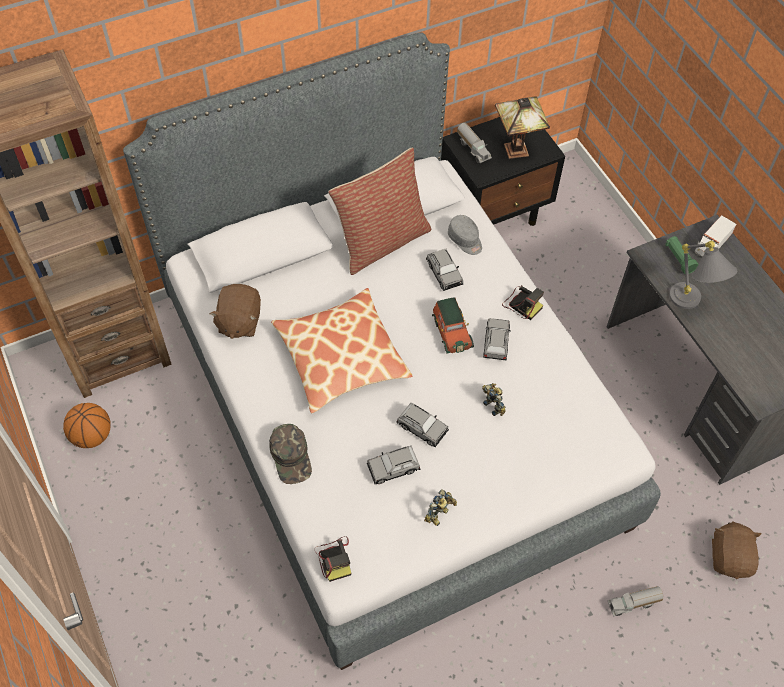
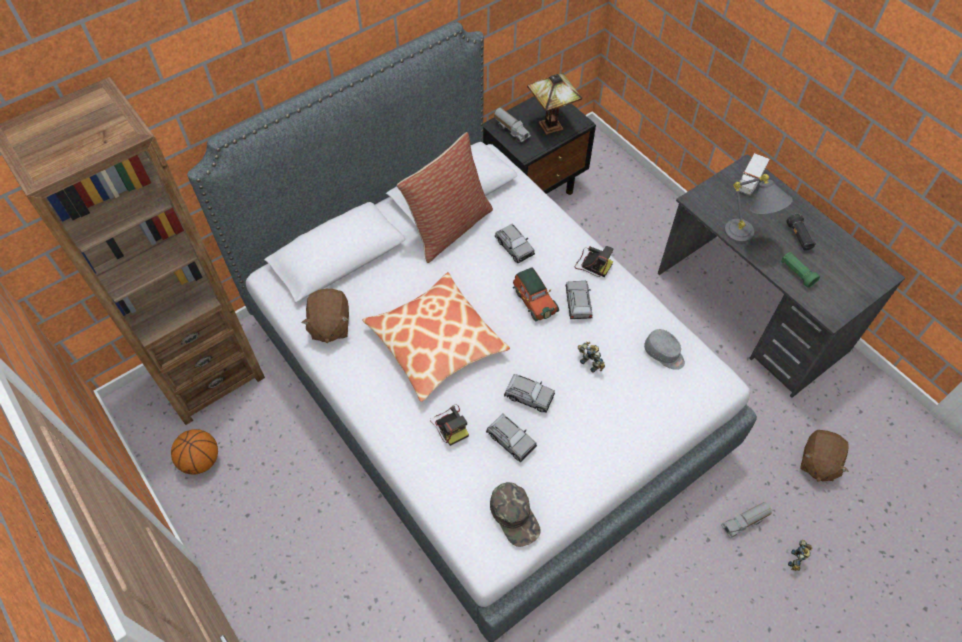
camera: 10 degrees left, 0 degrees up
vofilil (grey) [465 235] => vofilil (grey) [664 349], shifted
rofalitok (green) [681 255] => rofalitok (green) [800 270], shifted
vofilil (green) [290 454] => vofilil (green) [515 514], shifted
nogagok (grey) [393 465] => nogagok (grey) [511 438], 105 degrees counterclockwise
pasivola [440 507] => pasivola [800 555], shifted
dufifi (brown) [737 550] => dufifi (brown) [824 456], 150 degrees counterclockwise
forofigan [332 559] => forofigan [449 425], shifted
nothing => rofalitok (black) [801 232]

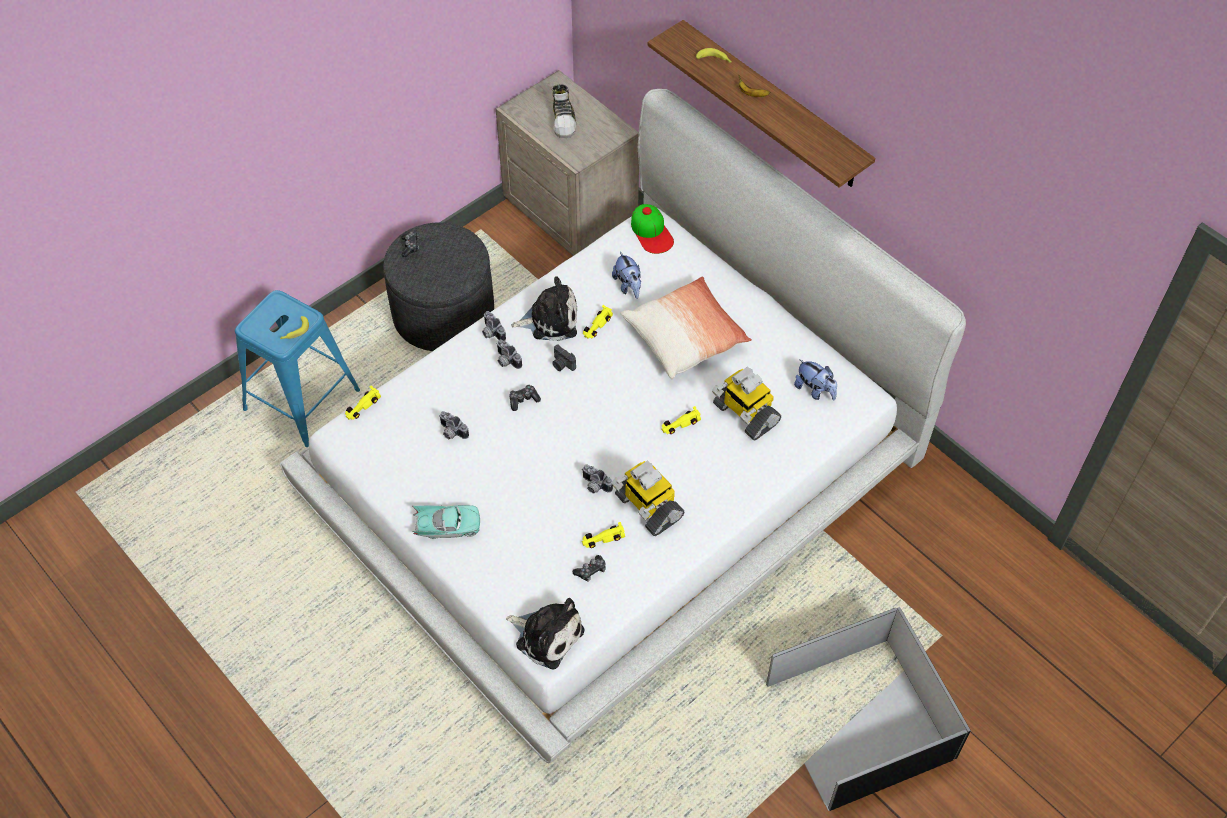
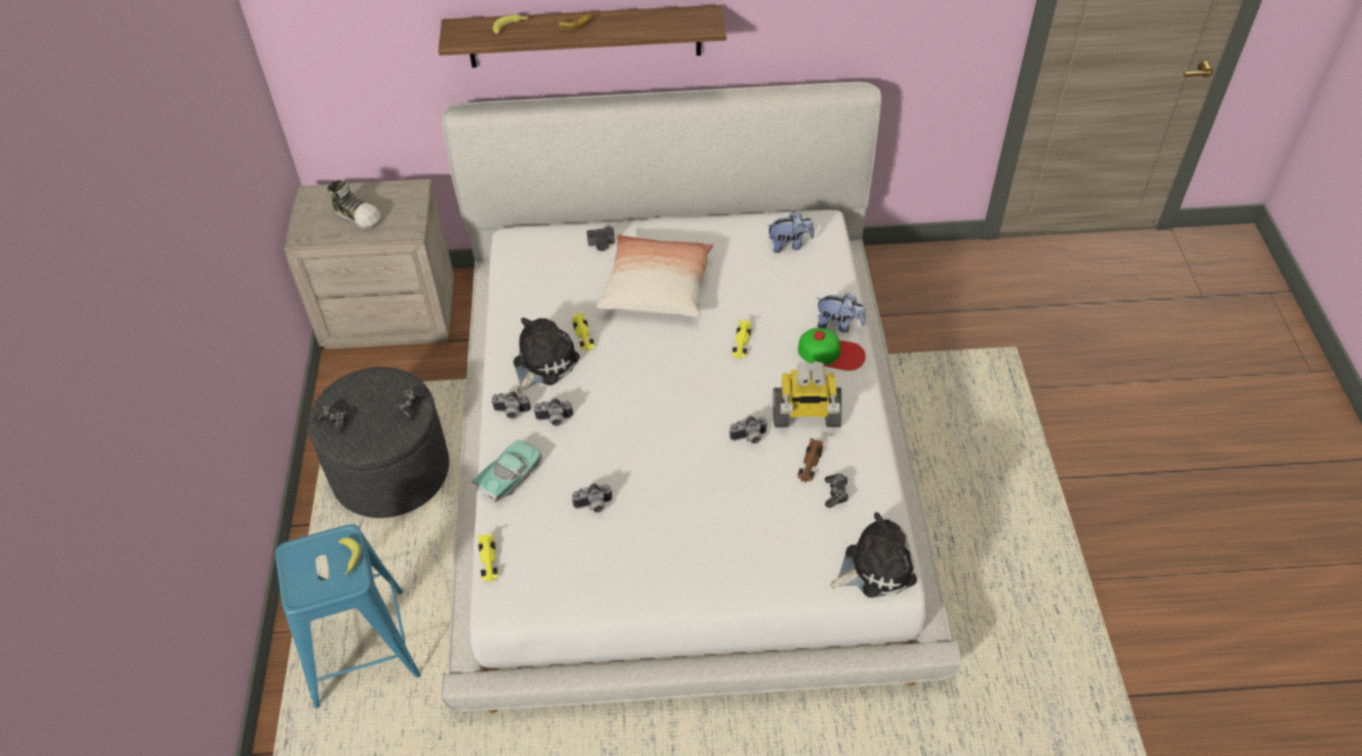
camera: 50 degrees left, 5 degrees down
vofilil [652 229] => vofilil [832 349], shifted
dufifi [626 275] => dufifi [841 313], shifted
forofigan [564 358] => forofigan [601 238], shifted
pasivola [746 403] => nothing
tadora [525 398] => tadora [410 404], shifted
nogagok (turquoise) [446 522] => nogagok (turquoise) [506 471], shifted
nogagok (yellow) [603 535] => nogagok (brown) [810 460]
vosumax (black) [868 709] => nothing

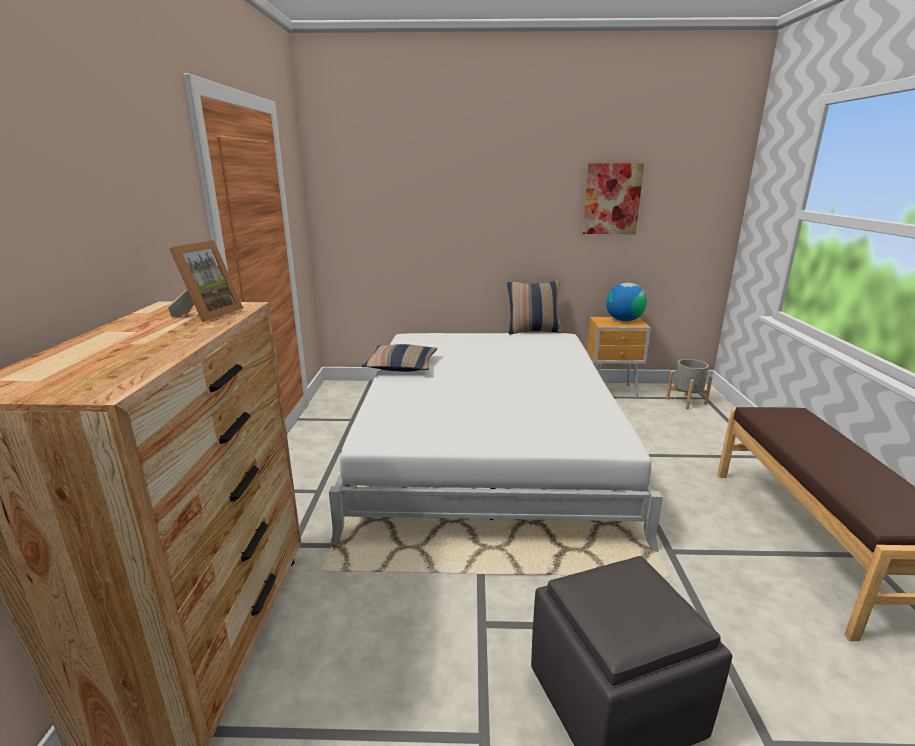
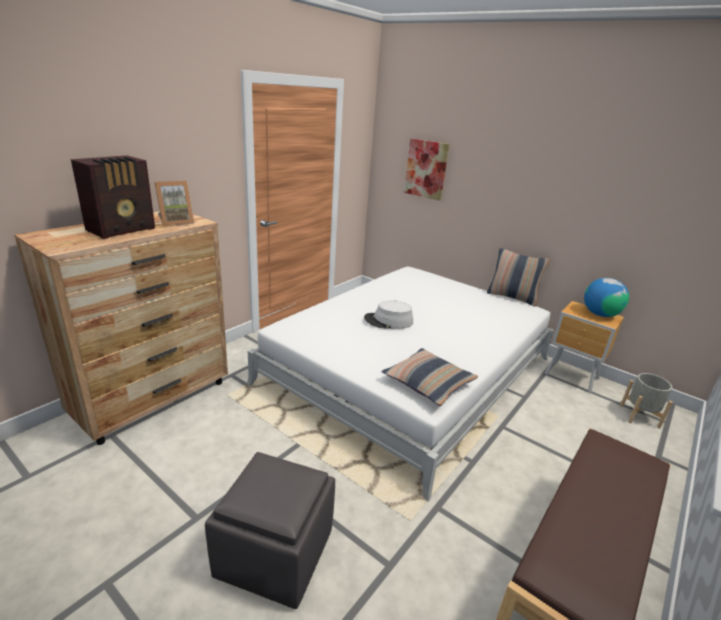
camera: 35 degrees right, 5 degrees up
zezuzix [613 198] => zezuzix [427 170], shifted
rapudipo [399 358] => rapudipo [430 377], shifted
nothing => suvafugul [113 197]
nothing => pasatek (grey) [388 314]

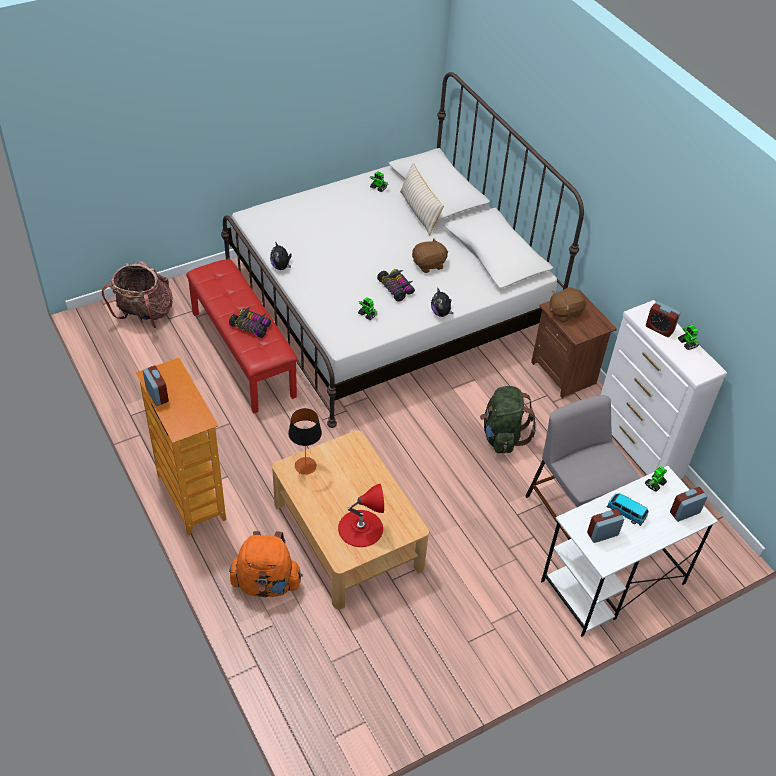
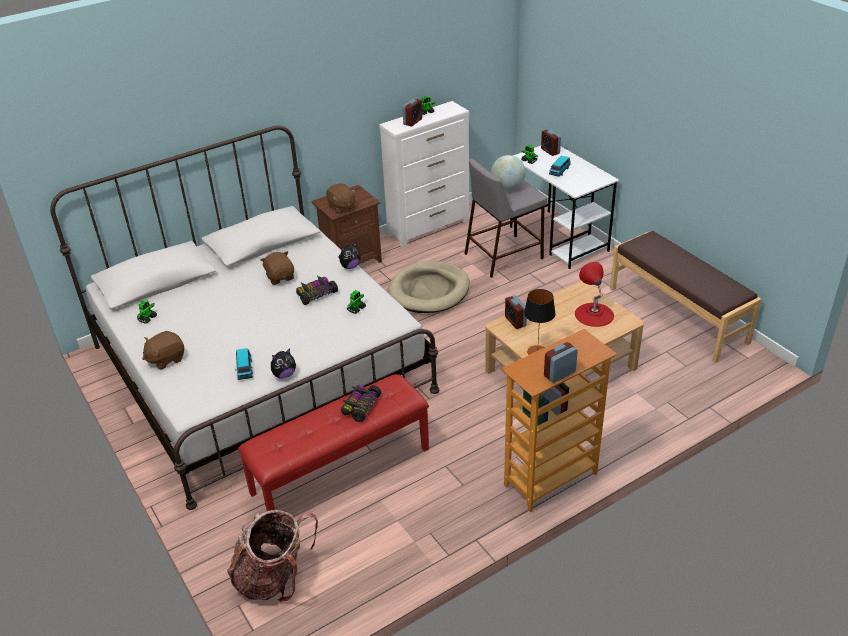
camera: 90 degrees left, 10 degrees down
rapudipo (beige) [422 199] => nothing
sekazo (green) [508 420] => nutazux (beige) [429 287]
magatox [605 526] => magatox [516 312], shifted
sekazo (orange) [266 564] => nothing
nothing => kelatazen [508 172]
nothing => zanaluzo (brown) [685 297]
nothing => dufifi (brown) [163 350]
nothing => nogagok [244 364]

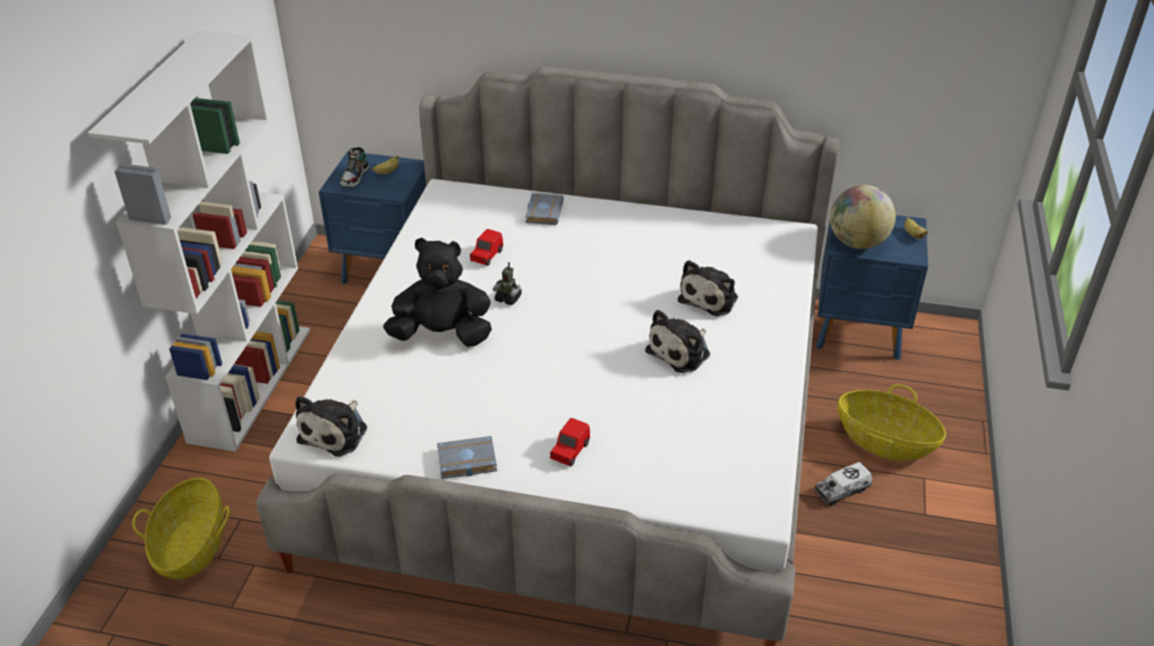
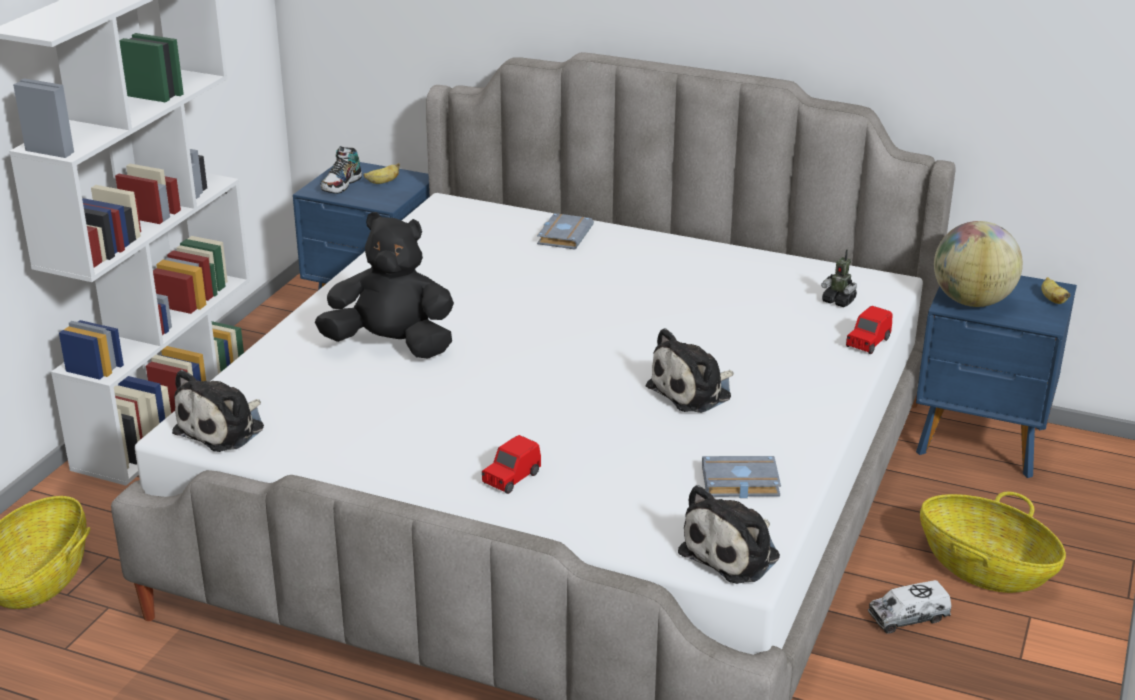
camera: 10 degrees right, 10 degrees down
nogagok (red) [486 247] => nogagok (red) [869 330], shifted
dufifi [708 288] => dufifi [729 534], shifted
pasivola [507 283] => pasivola [839 278], shifted
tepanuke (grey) [467 457] => tepanuke (grey) [741 477], shifted

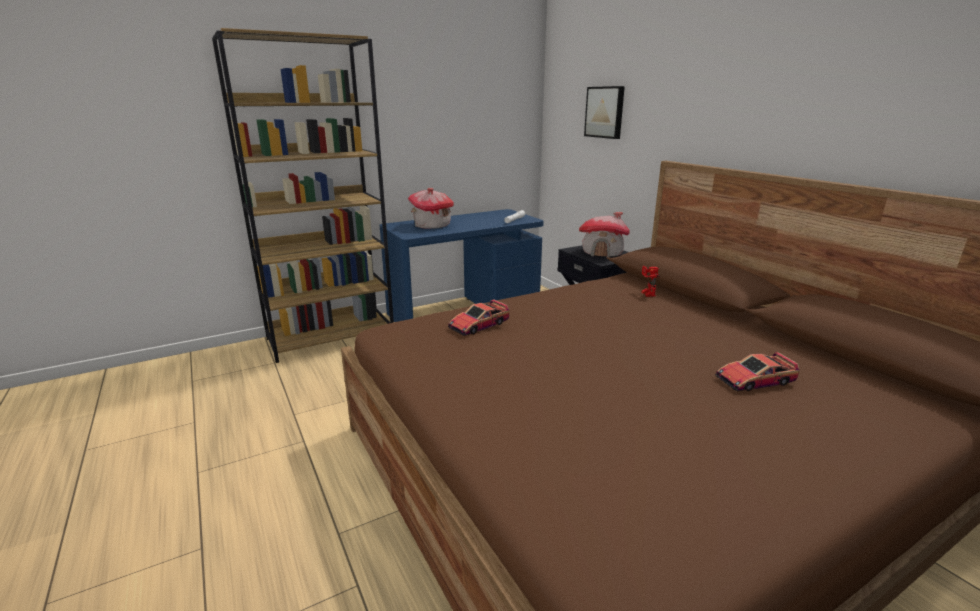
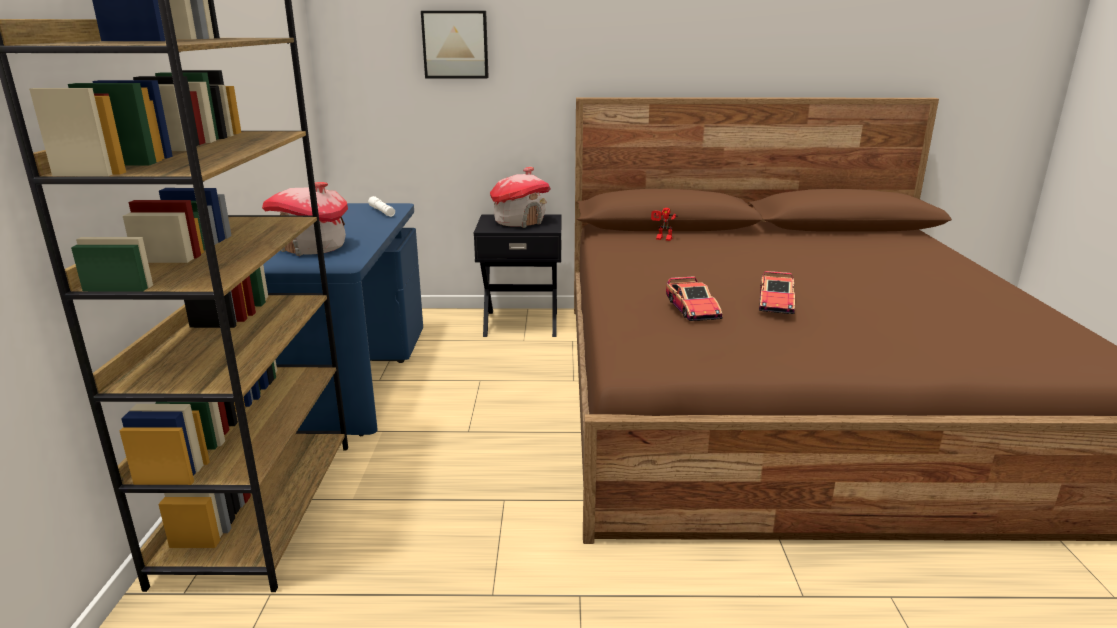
camera: 60 degrees left, 0 degrees up
nogagok [757 371] => nogagok [777 292], shifted

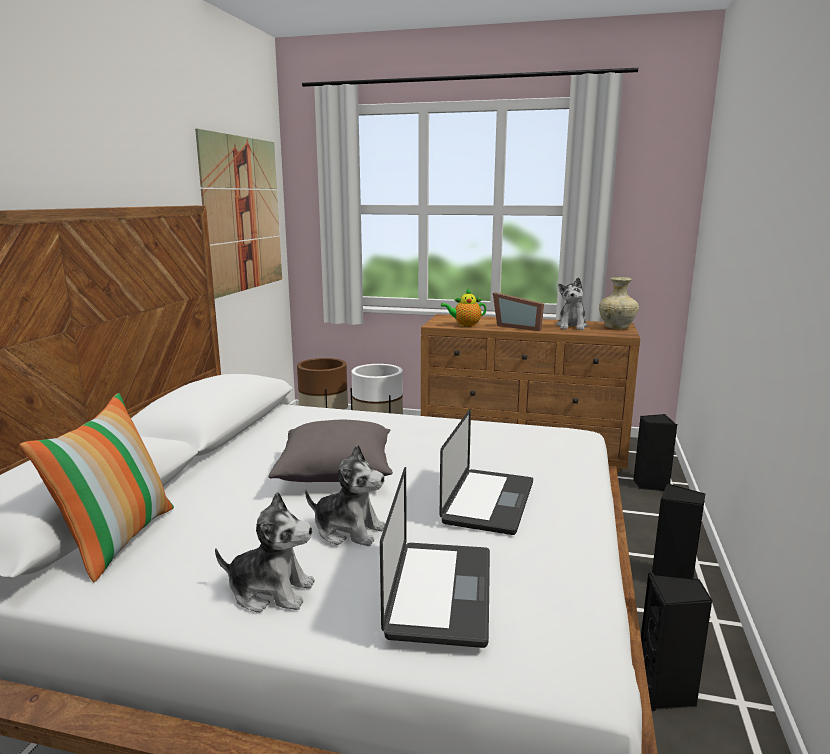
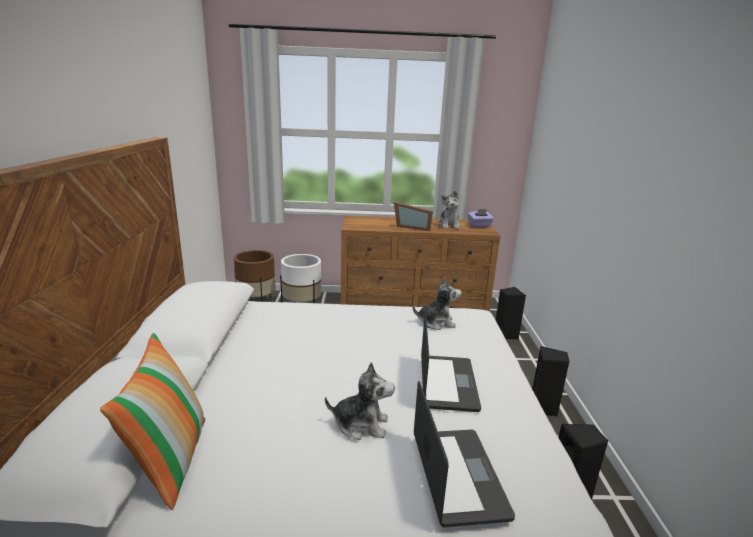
camera: 15 degrees left, 5 degrees up
zezuzix [238 214] => nothing
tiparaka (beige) [619 303] => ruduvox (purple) [481 218]
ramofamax [464 308] => nothing
rapudipo (grey) [330 451] => nothing
dufifi [265 552] => dufifi [437 303], shifted

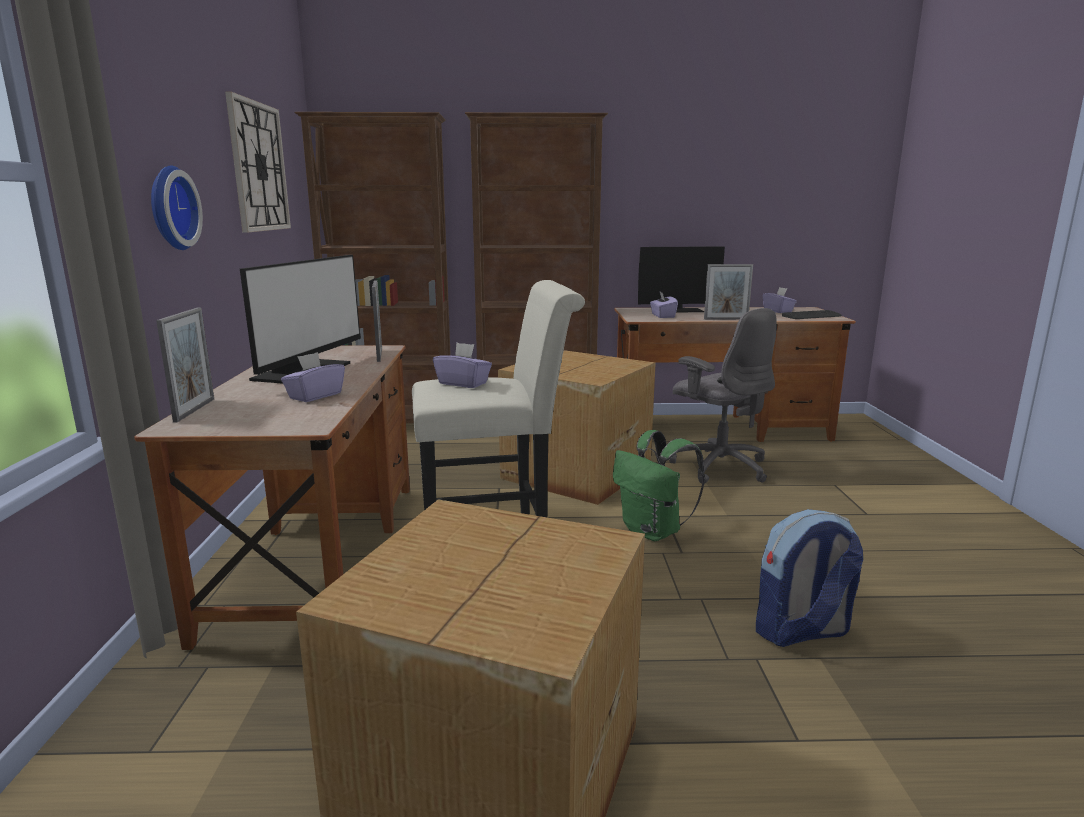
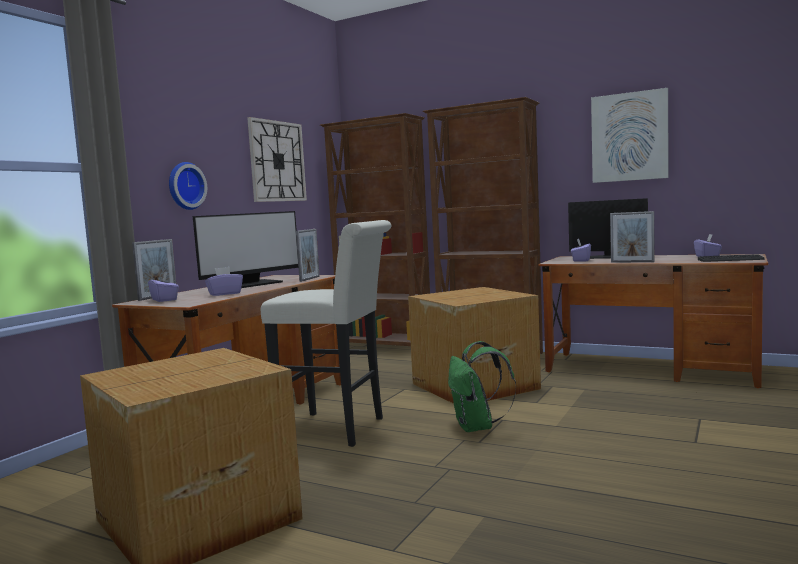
camera: 30 degrees right, 10 degrees down
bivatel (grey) [722 396] => nothing
ruduvox (purple) [462 365] => ruduvox (purple) [163 287], shifted
sekazo [809 578] => nothing
nothing => zezuzix [630 135]

